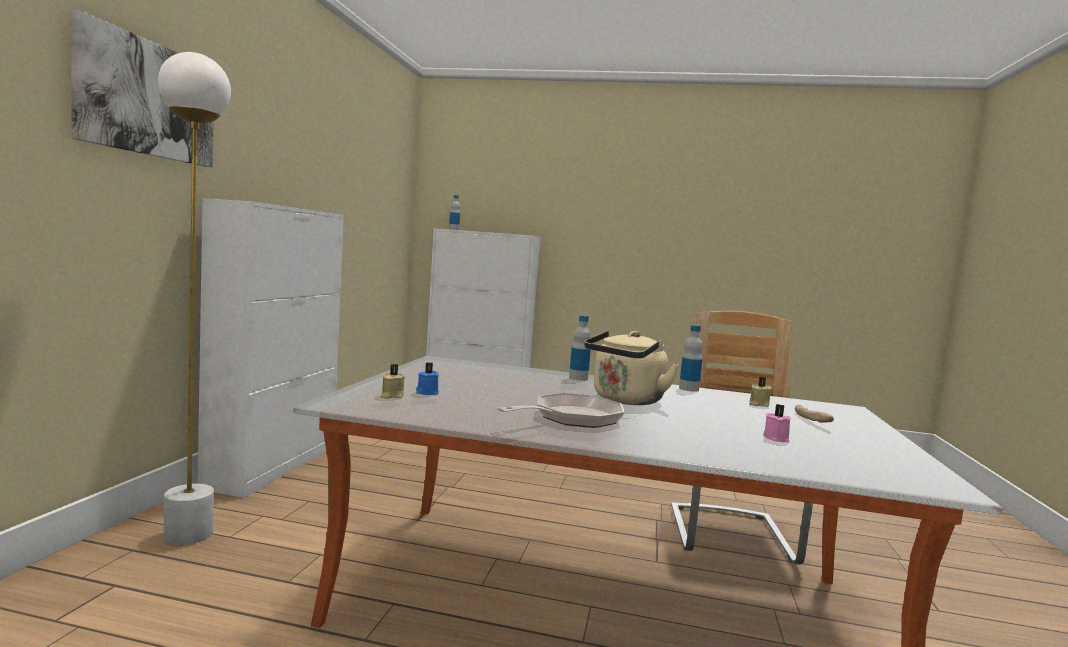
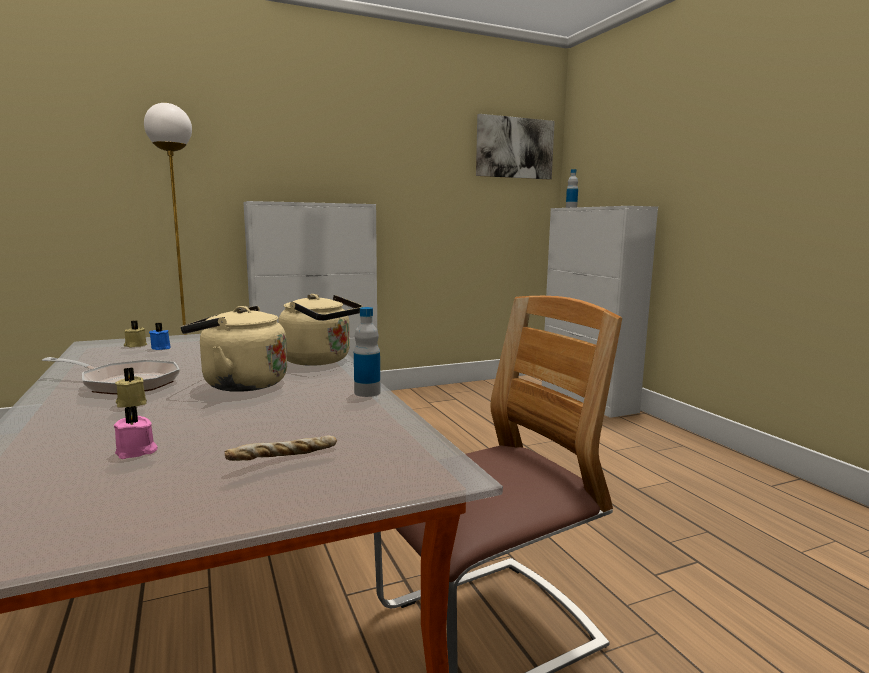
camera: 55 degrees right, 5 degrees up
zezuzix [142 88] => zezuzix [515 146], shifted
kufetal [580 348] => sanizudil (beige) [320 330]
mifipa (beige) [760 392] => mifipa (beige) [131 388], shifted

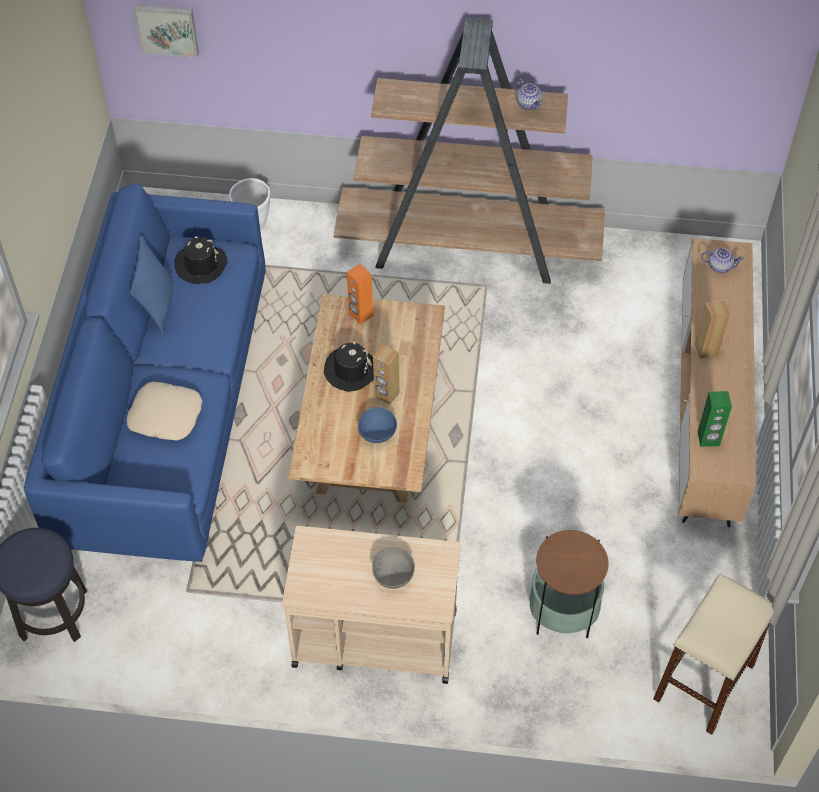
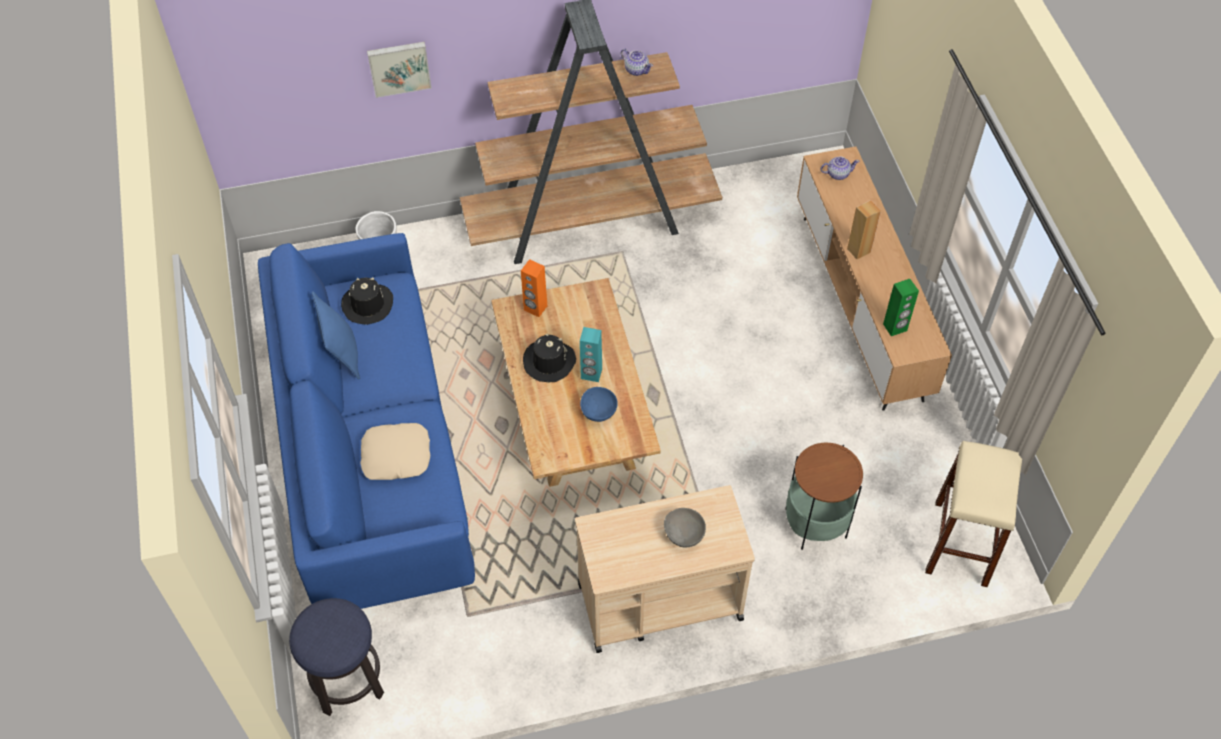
camera: 20 degrees left, 0 degrees up
zezuzix [166 31] => zezuzix [399 70], shifted
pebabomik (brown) [386 374] => pebabomik (turquoise) [591 354]

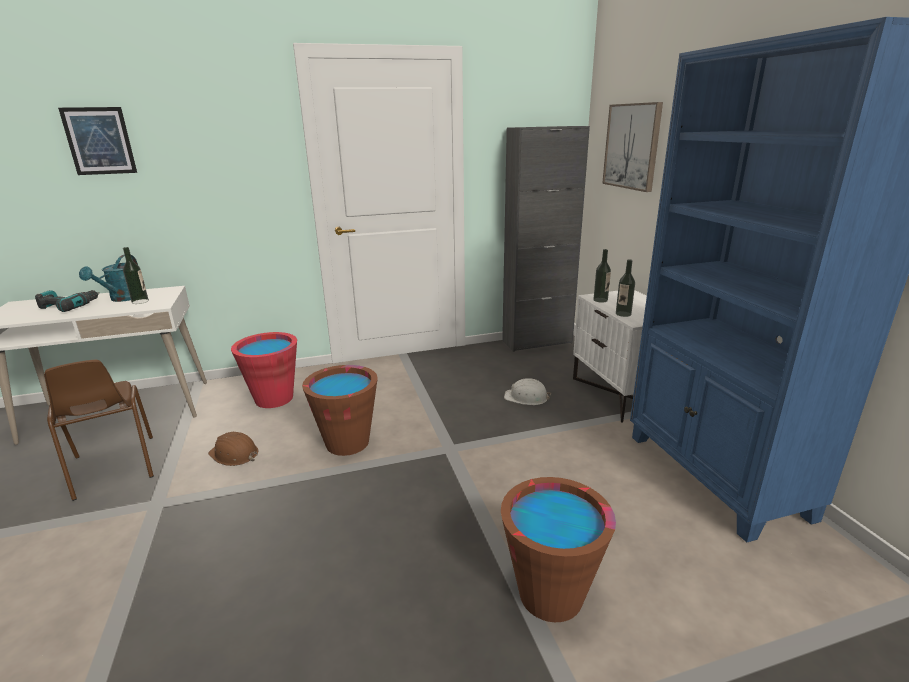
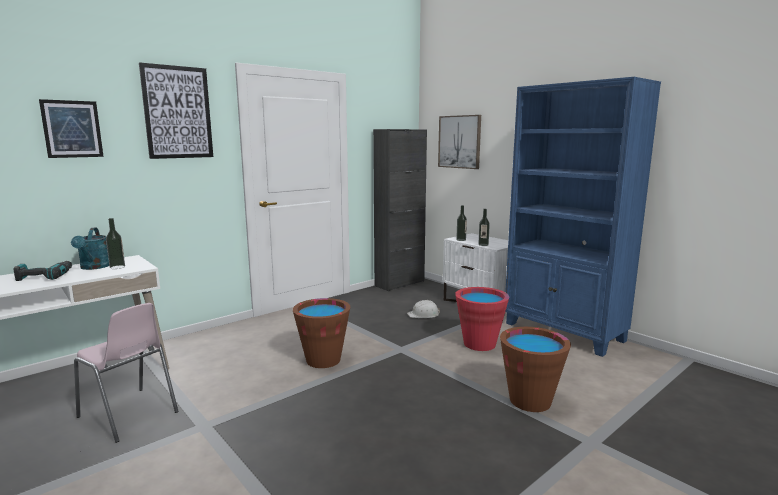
camera: 25 degrees left, 10 degrees down
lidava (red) [264 370] => lidava (red) [482 319], shifted
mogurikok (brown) [99 430] => mogurikok (pink) [126 373]
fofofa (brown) [233 449] => nothing
nothing => zezuzix [176 110]

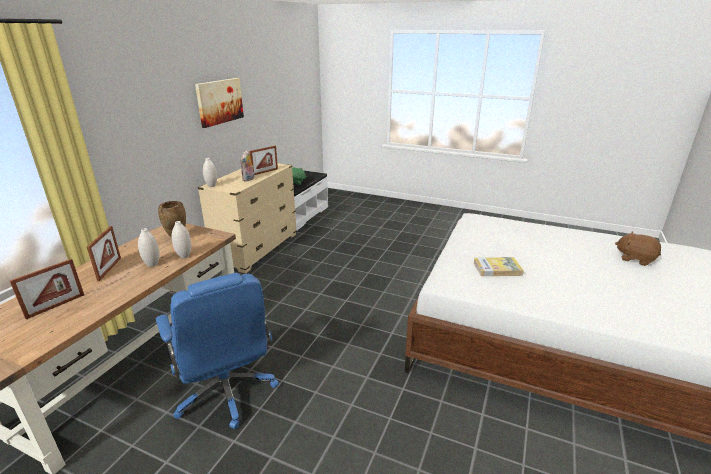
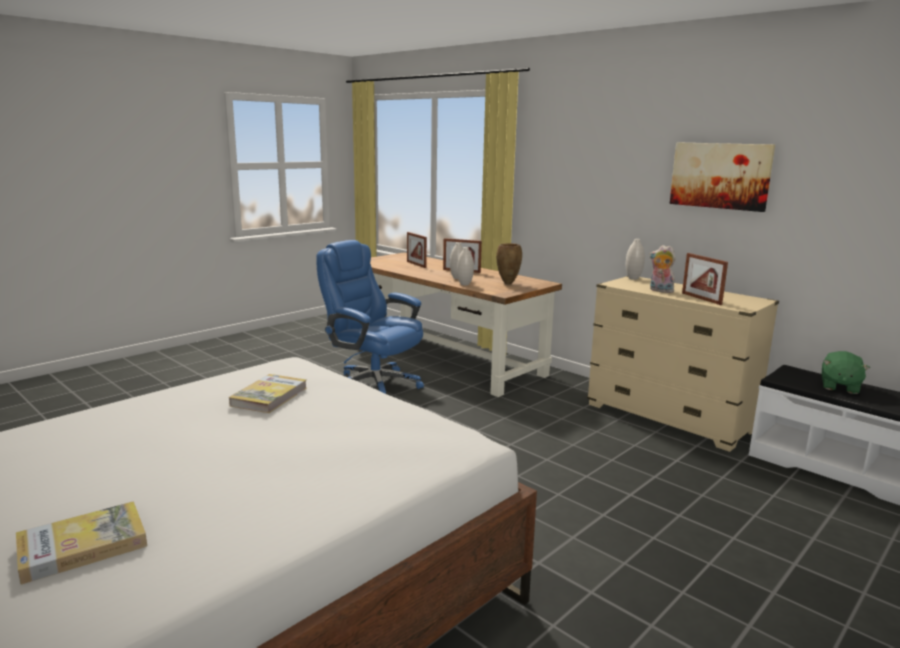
camera: 110 degrees right, 10 degrees down
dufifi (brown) [638 249] => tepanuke [81 542]
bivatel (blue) [217 351] => bivatel (blue) [370 317], 45 degrees clockwise

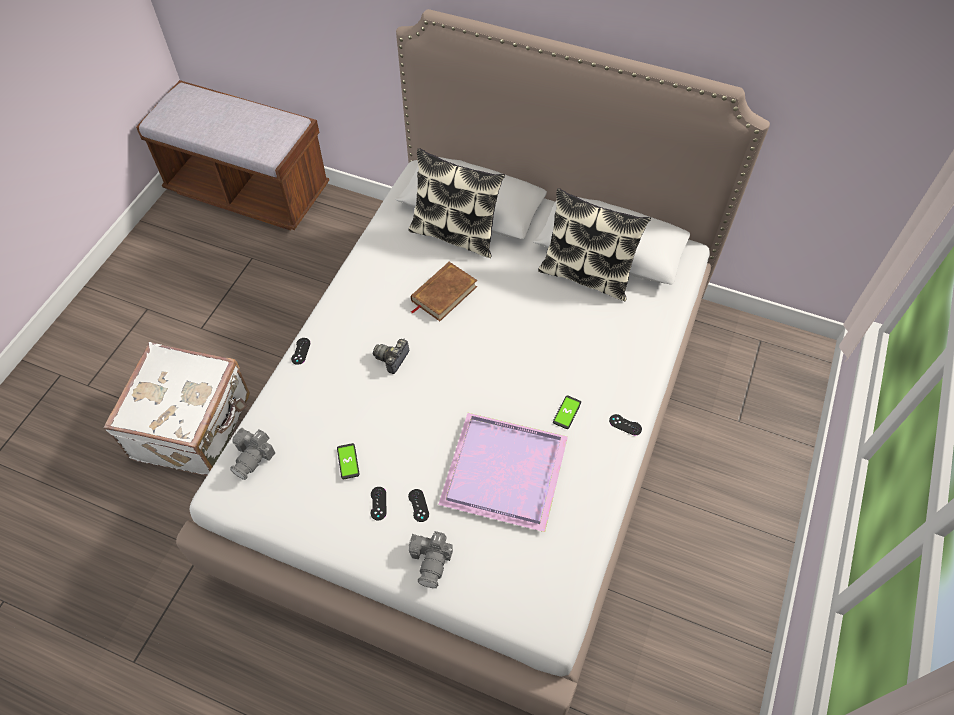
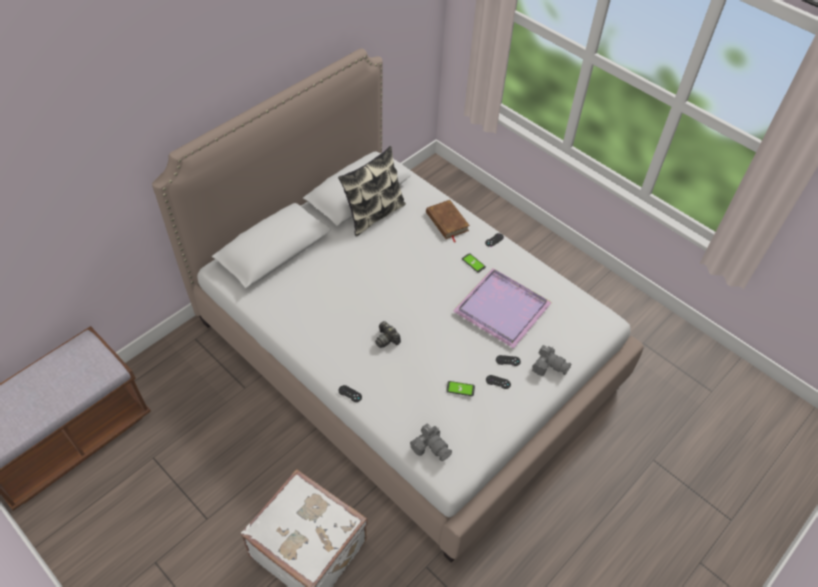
camera: 70 degrees left, 5 degrees down
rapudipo [456 203] => nothing
tepanuke (brown) [444 291] => tepanuke (brown) [448 221], shifted

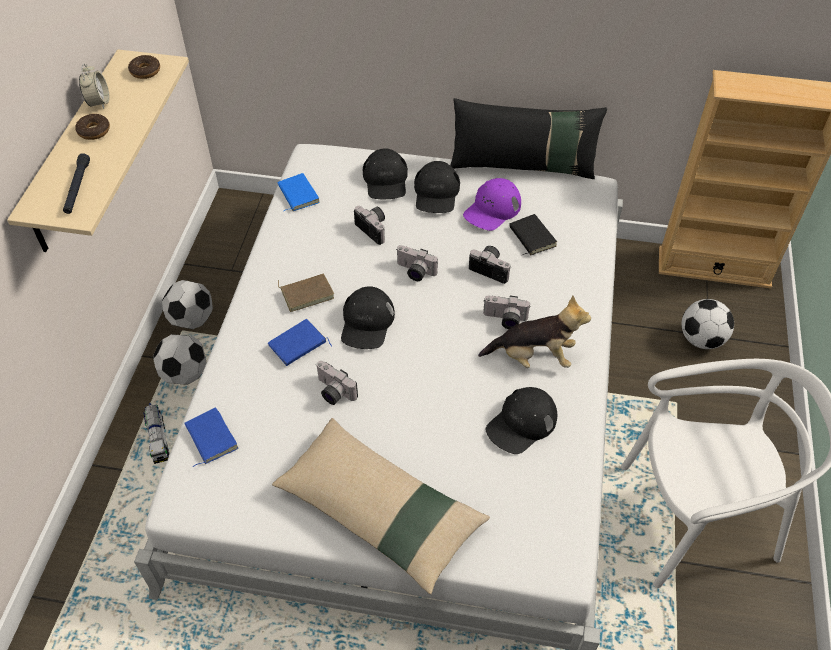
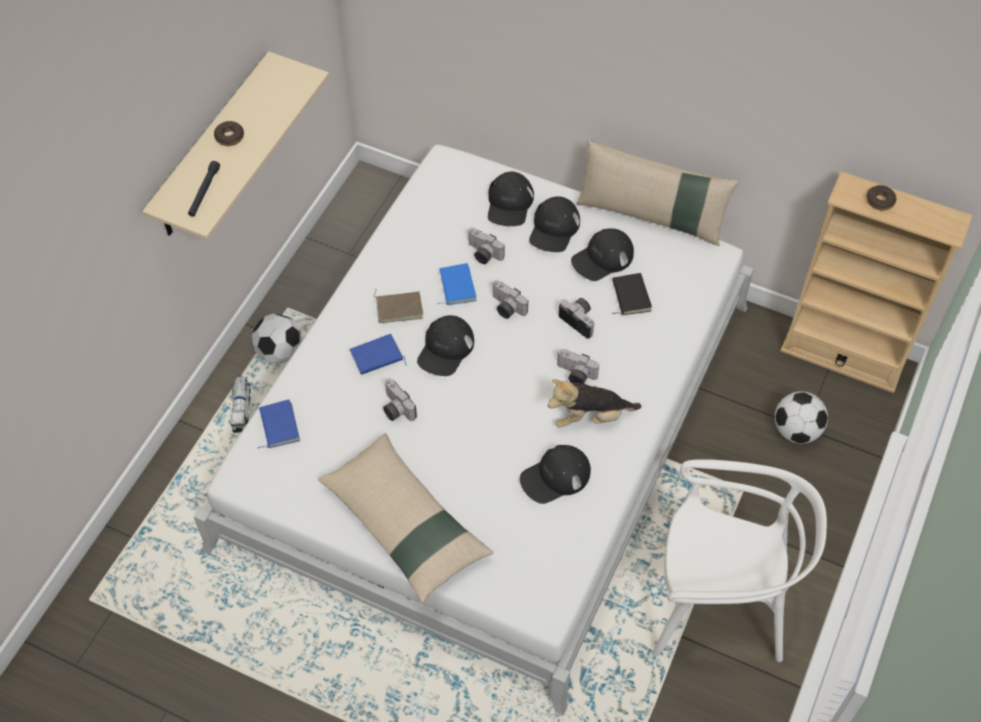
camera: 15 degrees right, 5 degrees up
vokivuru [144 67] => vokivuru [881 197], shifted
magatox [94 86] => nothing
rapudipo (black) [528 138] => rapudipo (beige) [657 193]
tepanuke (blue) [298 192] => tepanuke (blue) [456 284], shifted
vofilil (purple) [492 204] => vofilil (black) [602 254]
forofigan [369 225] => forofigan [486 246], 150 degrees clockwise
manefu [187 304] => nothing
dufifi [534 331] => dufifi [594 403], 150 degrees clockwise

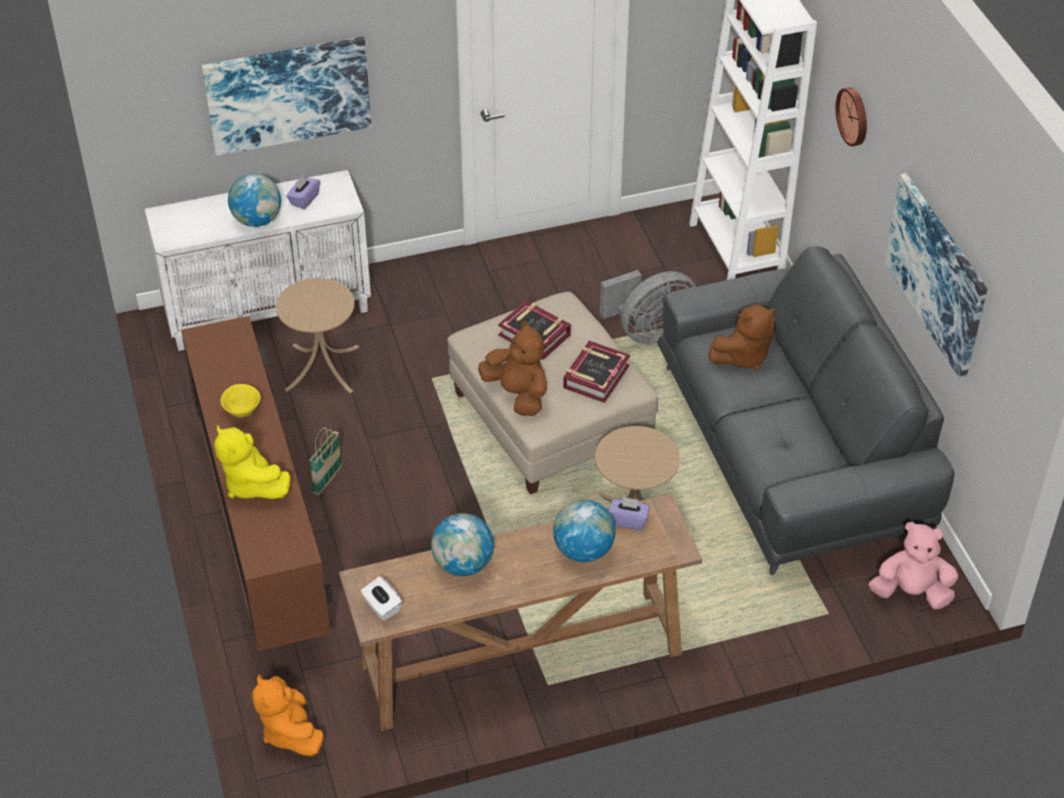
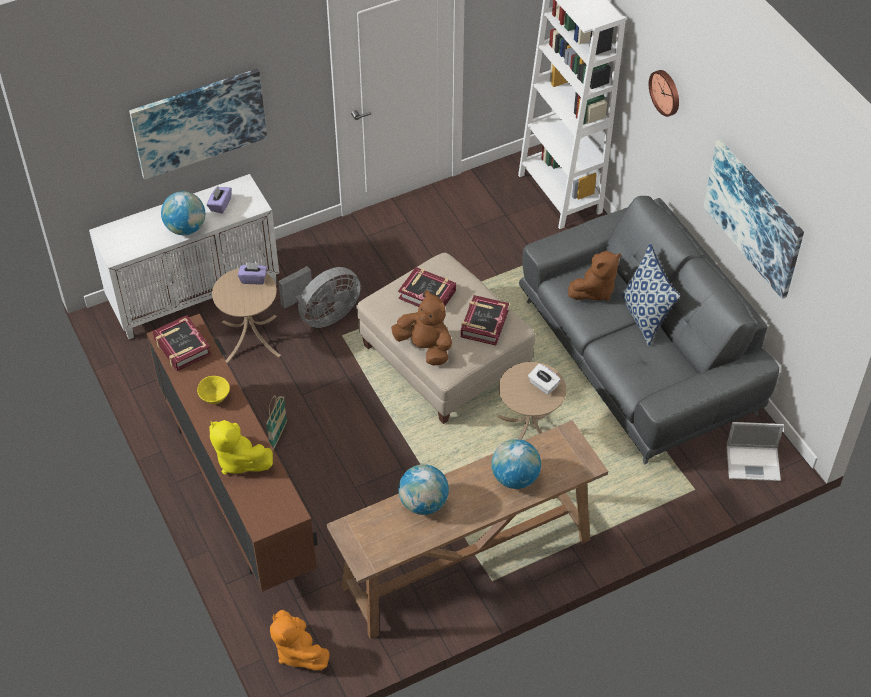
camera: 10 degrees left, 5 degrees up
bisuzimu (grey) [648 307] => bisuzimu (grey) [319 297], shifted
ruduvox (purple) [629 513] => ruduvox (purple) [252 273], shifted
dufifi (pink) [913 566] => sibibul [755 451]
ruduvox (white) [381 598] => ruduvox (white) [544 379], shifted
nothing => rapudipo [650 294]
nothing => tepanuke [182 343]

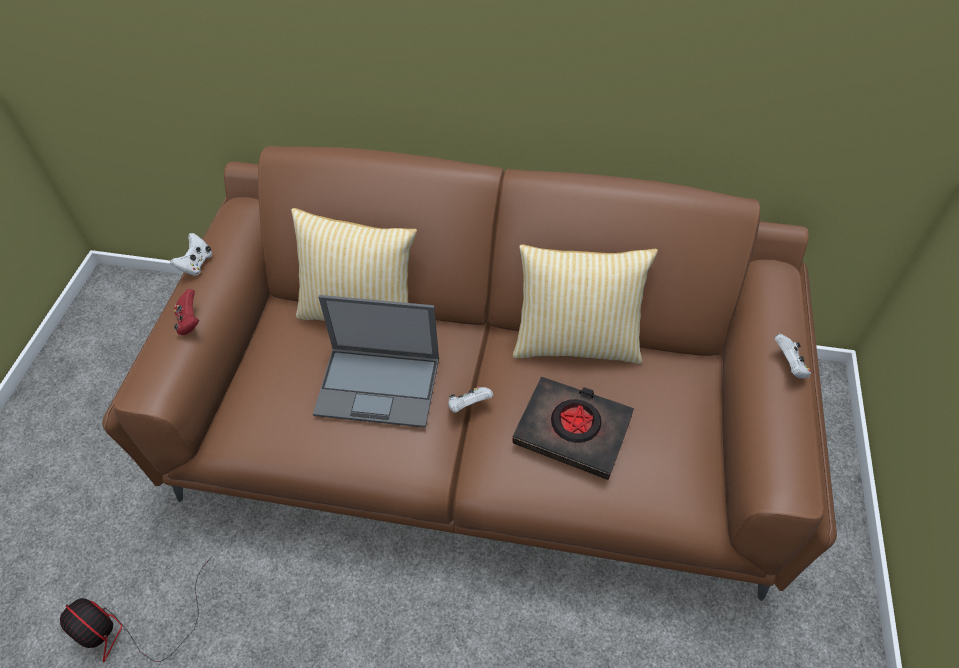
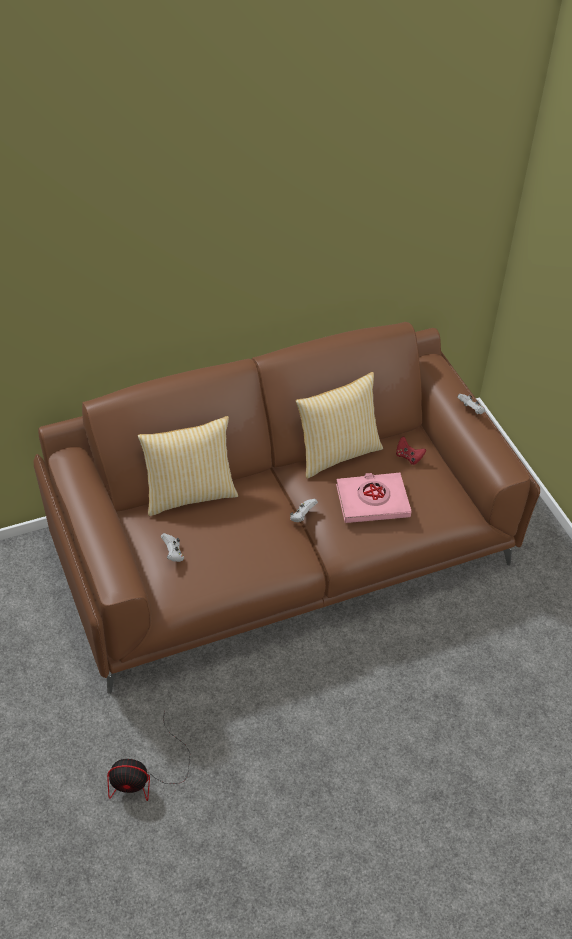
camera: 35 degrees left, 5 degrees down
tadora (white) [191 254] => tadora (white) [172 547], shifted
tadora (red) [186 312] => tadora (red) [411 450], shifted
sibibul [376 361] => nothing
tepanuke (black) [573 428] => tepanuke (pink) [374 498]

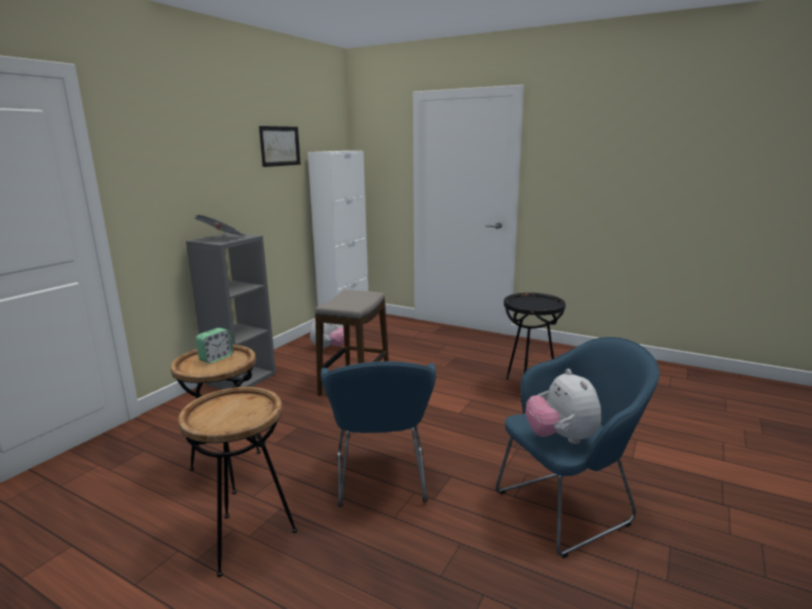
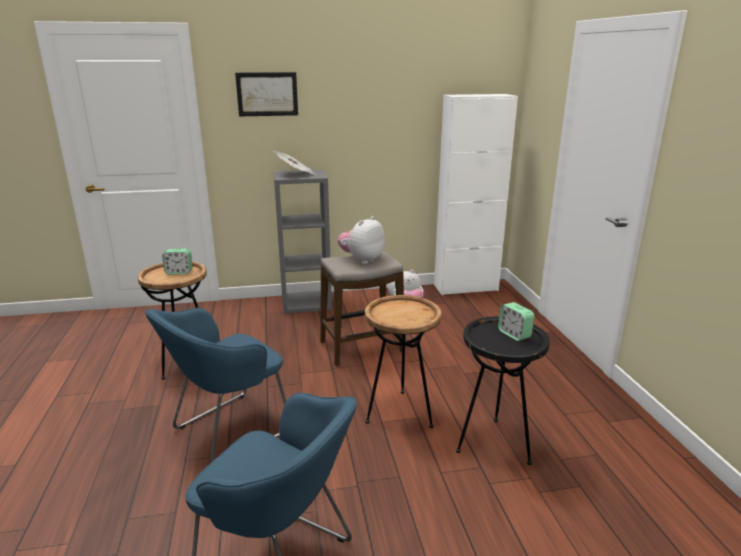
camera: 50 degrees right, 5 degrees up
zezuzix [280 146] => zezuzix [266 94], shifted
dufifi [563 406] => dufifi [361 240], shifted
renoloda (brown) [237 482] => renoloda (brown) [403 361], shifted
nothing => magatox [516 321]

